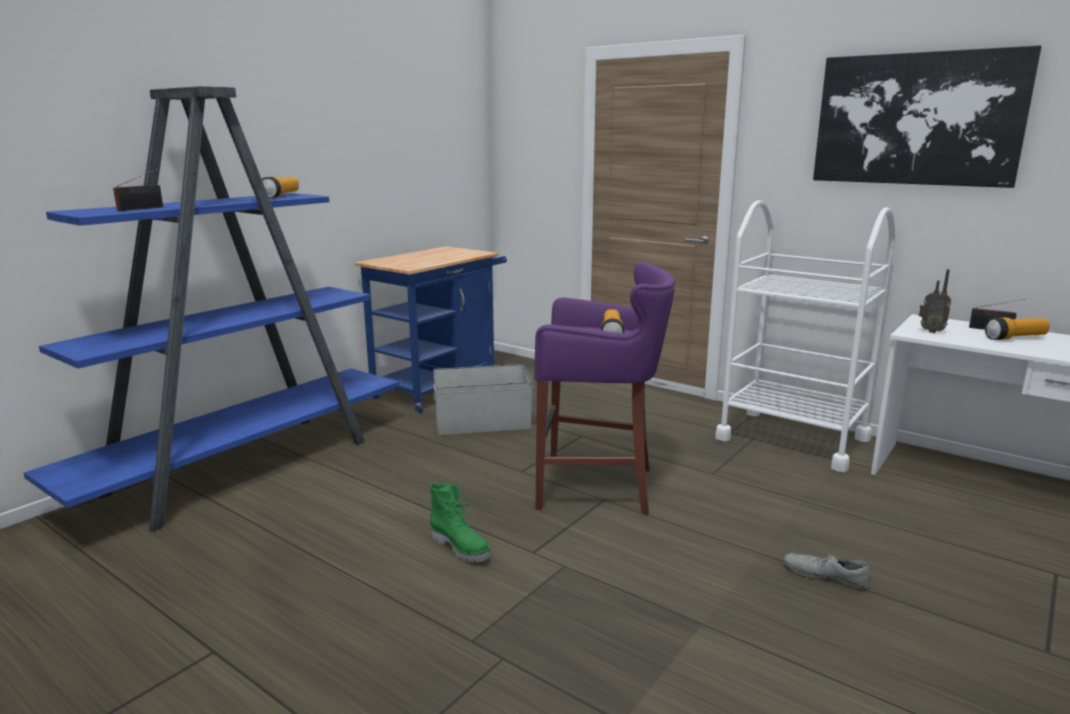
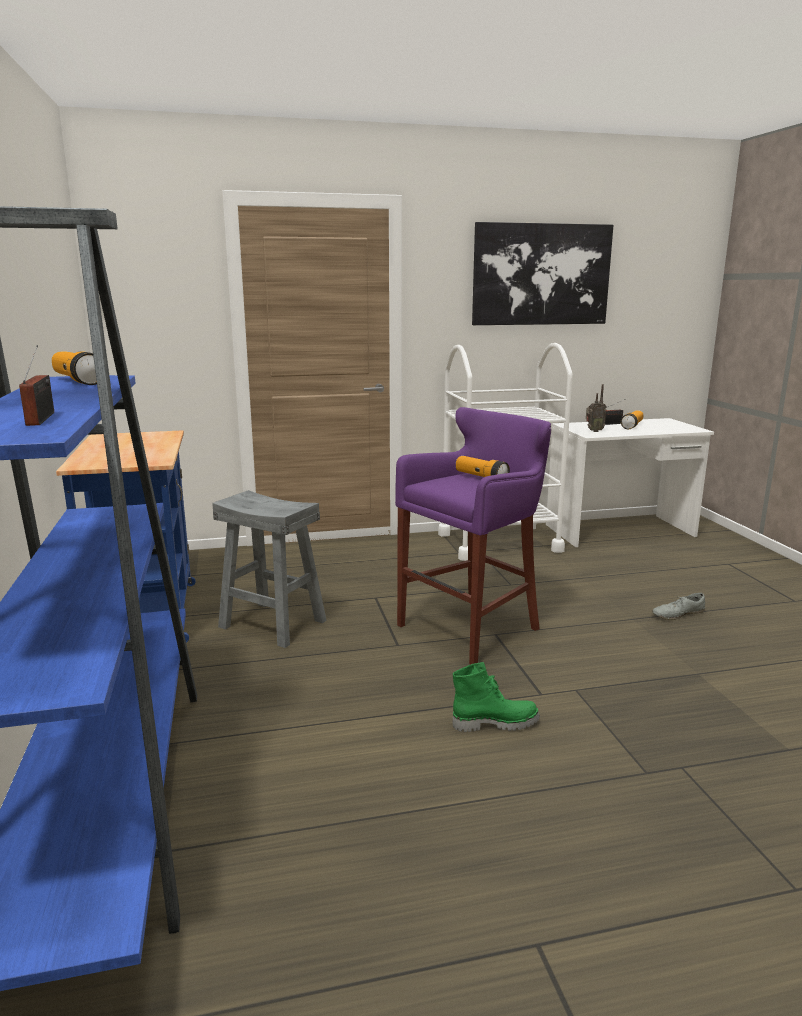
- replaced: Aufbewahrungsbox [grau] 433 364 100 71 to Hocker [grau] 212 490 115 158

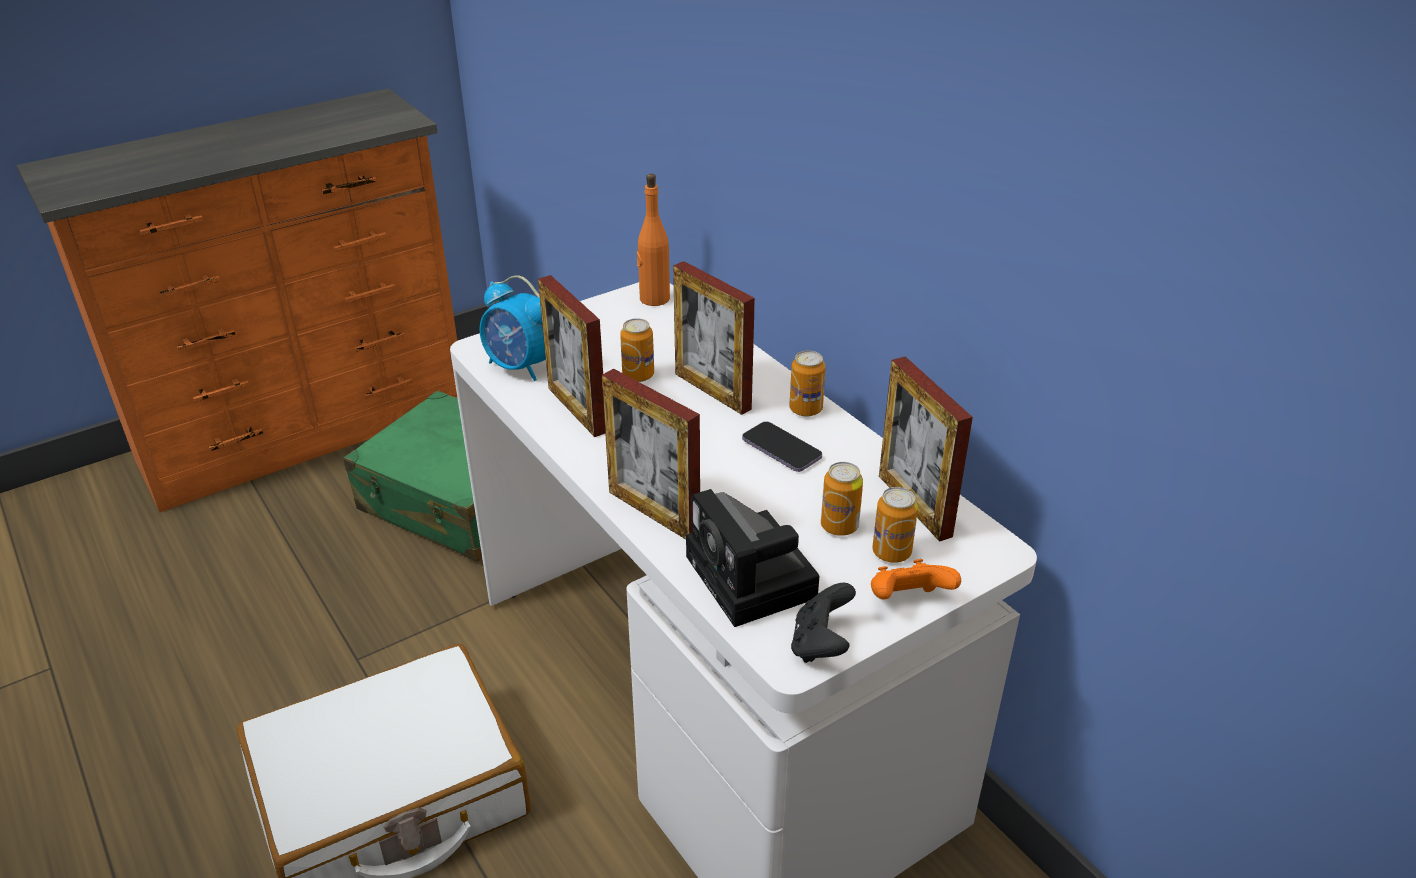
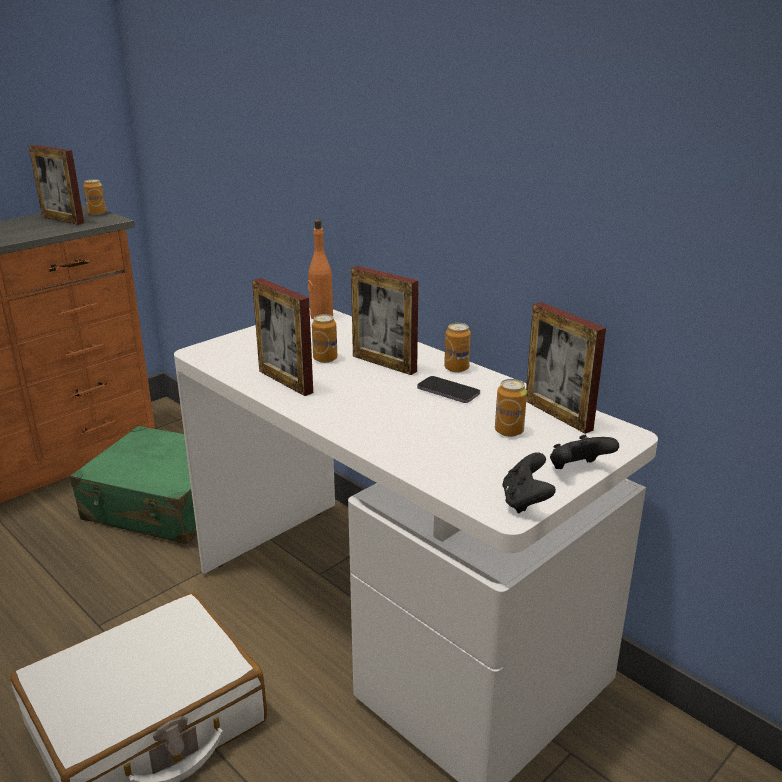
- removed: Wecker 480 275 66 106
- removed: Kamera 686 489 133 138
- moved: Bilderrahmen 602 369 98 170 to 29 145 55 80
- moved: Dose 872 487 46 76 to 83 179 23 36
- recoloured: Gamepad [orange] 871 559 90 41 to Gamepad [schwarz] 550 435 69 34

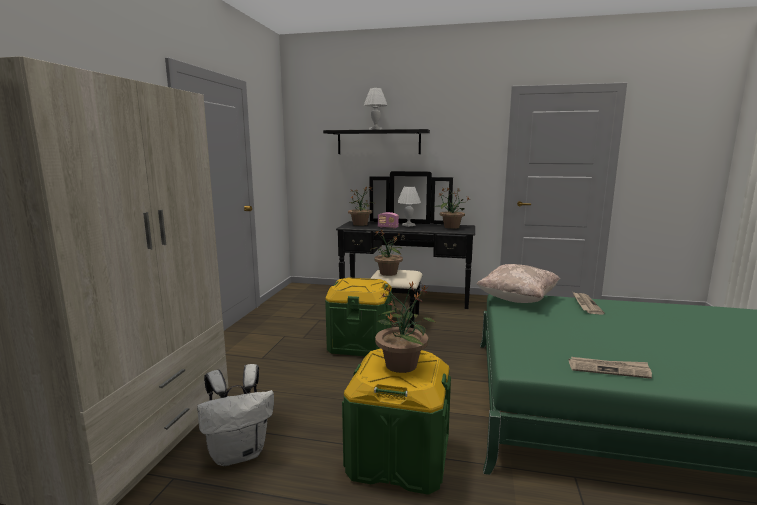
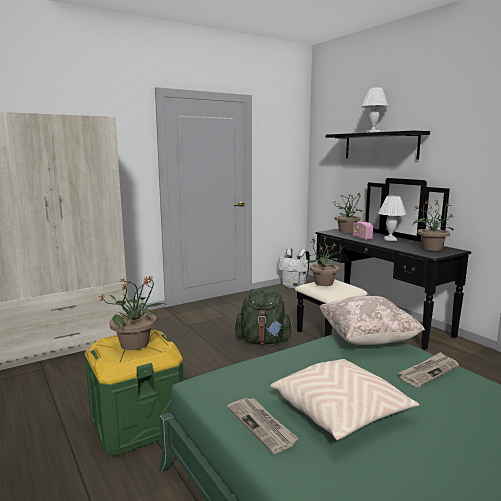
- added: Kissen [beige] 270 359 149 81
- moved: Rucksack [weiß] 197 364 77 102 to 278 248 32 41
- replaced: Aufbewahrungsbox [grün] 325 278 67 78 to Rucksack [grün] 235 289 58 56

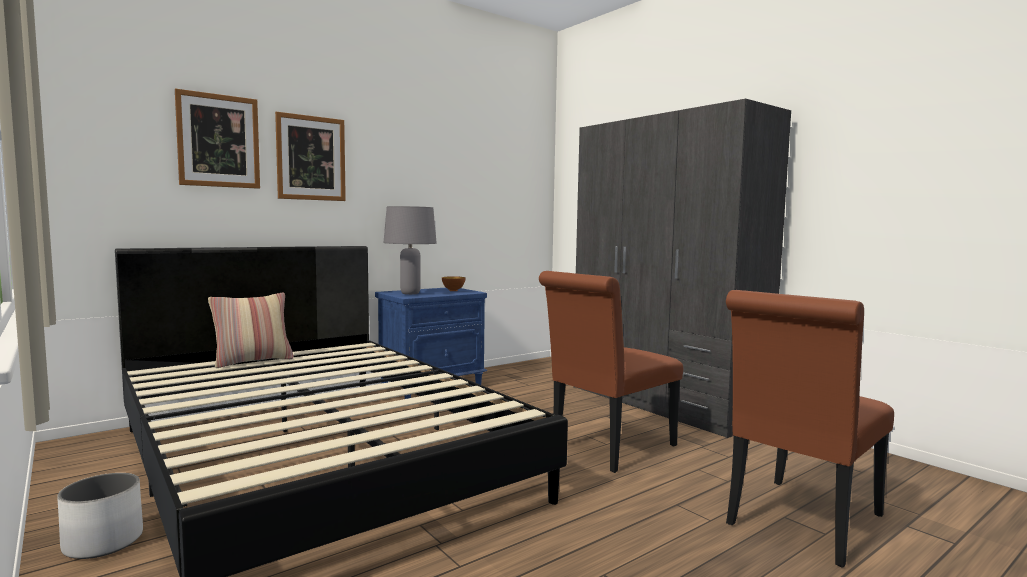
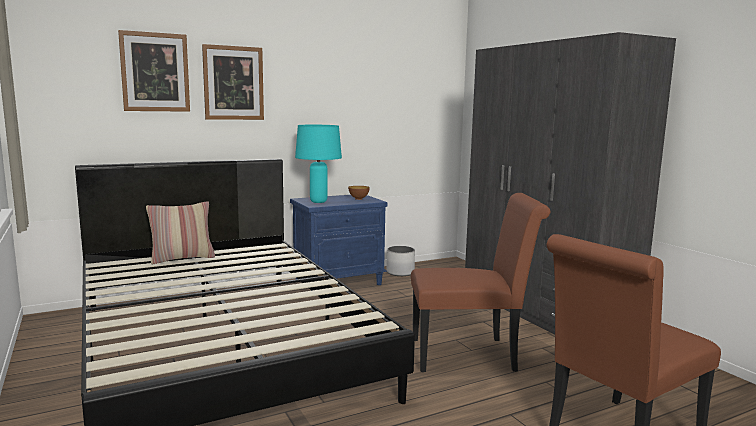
- moved: Pflanzkübel [weiß] 57 473 86 86 to 387 246 28 30
- recoloured: Tischlampe [grau] 384 206 53 89 to Tischlampe [türkis] 295 125 47 78
- turned: Stuhl [braun] 539 271 144 202 = 411 193 140 179 150 degrees counterclockwise

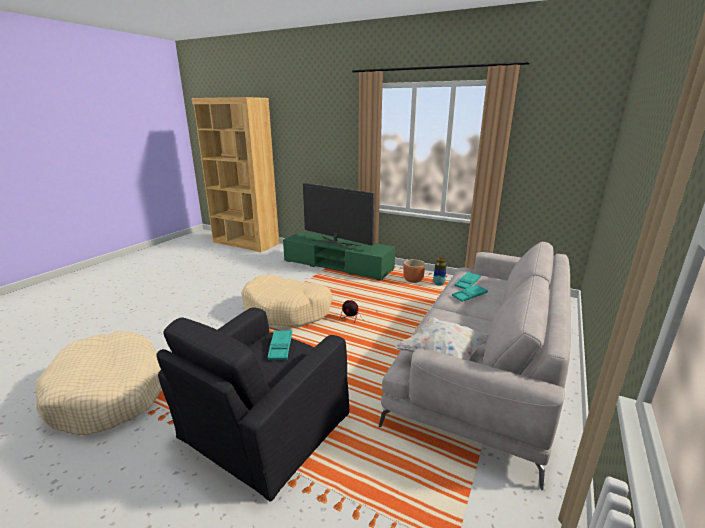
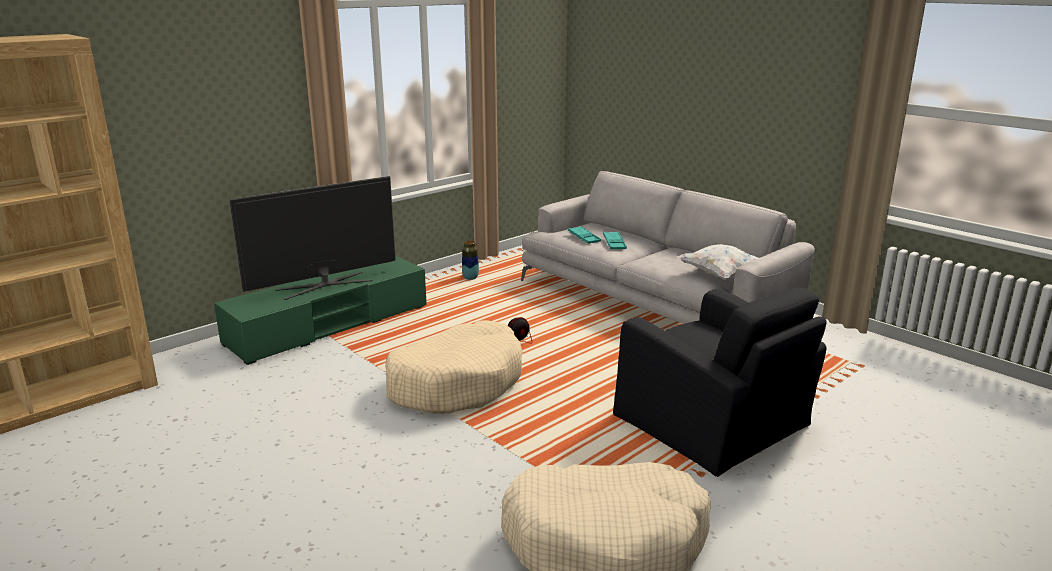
- removed: Tablett [türkis] 267 330 25 30
- removed: Pflanzkübel [braun] 403 259 22 24

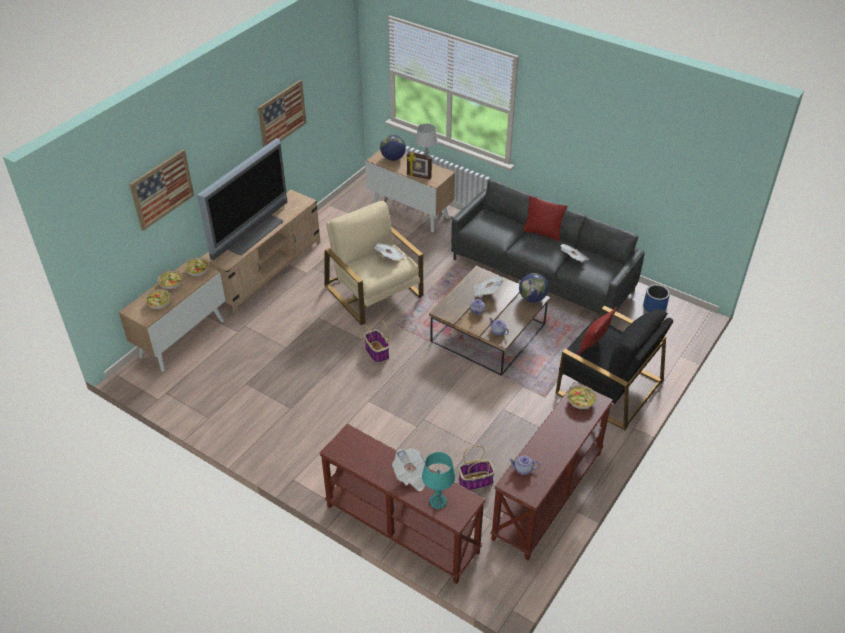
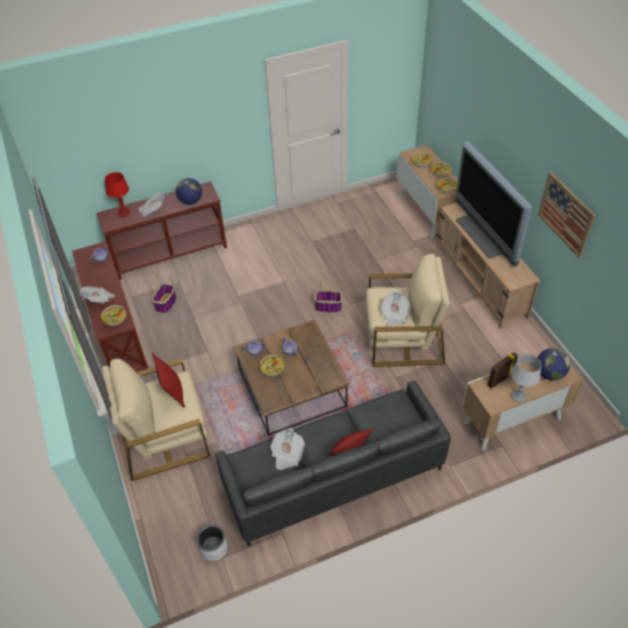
- removed: Bild 129 149 65 82
- added: Schüssel 259 355 26 21
- moved: Zeitung 474 276 30 20 to 80 286 35 17
- moved: Globus 519 273 30 30 to 176 178 26 27
- recoloured: Tischlampe [türkis] 422 452 33 57 to Tischlampe [rot] 105 172 25 45
- recoloured: Sessel [schwarz] 555 306 118 124 to Sessel [beige] 102 358 108 123
- recoloured: Pflanzkübel [blau] 643 284 27 28 to Pflanzkübel [weiß] 196 525 31 36

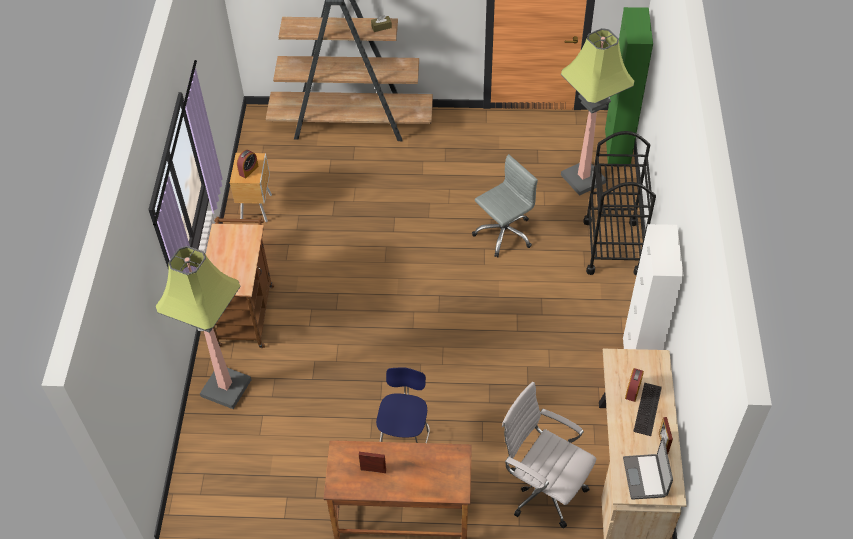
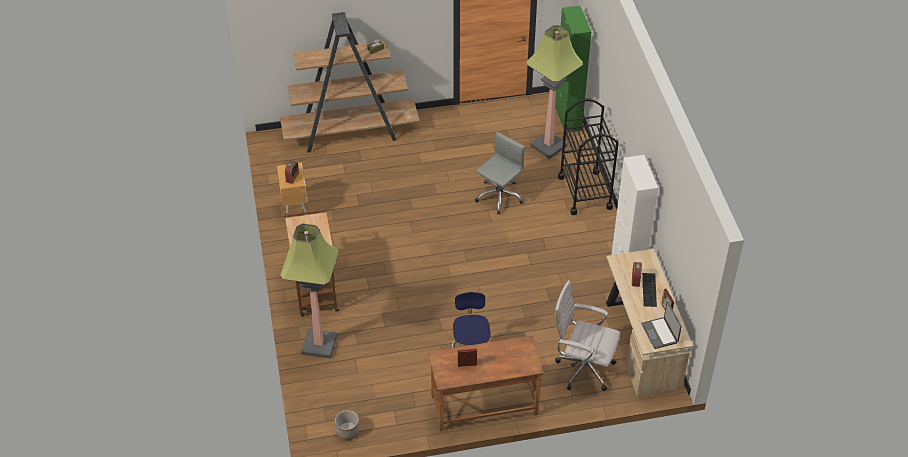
- added: Pflanzkübel 335 410 25 30

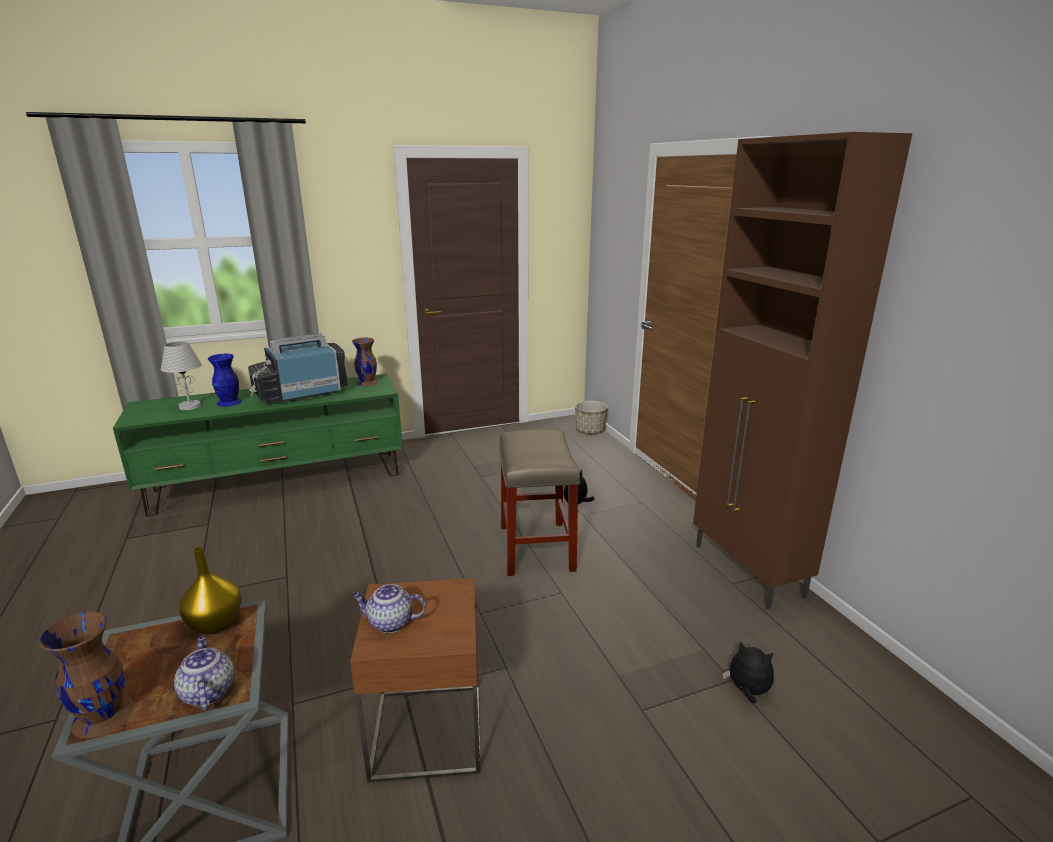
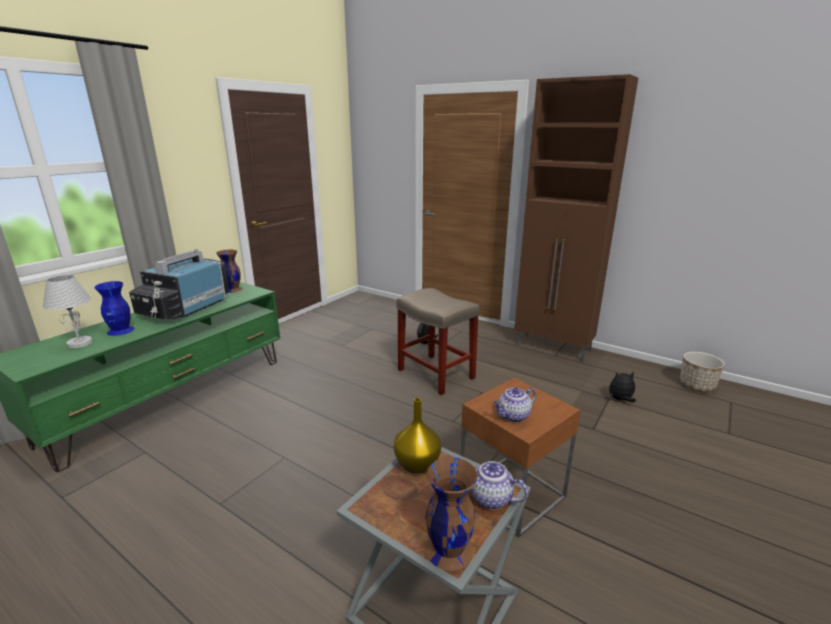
- moved: Pflanzkübel 575 401 33 34 to 680 352 45 39

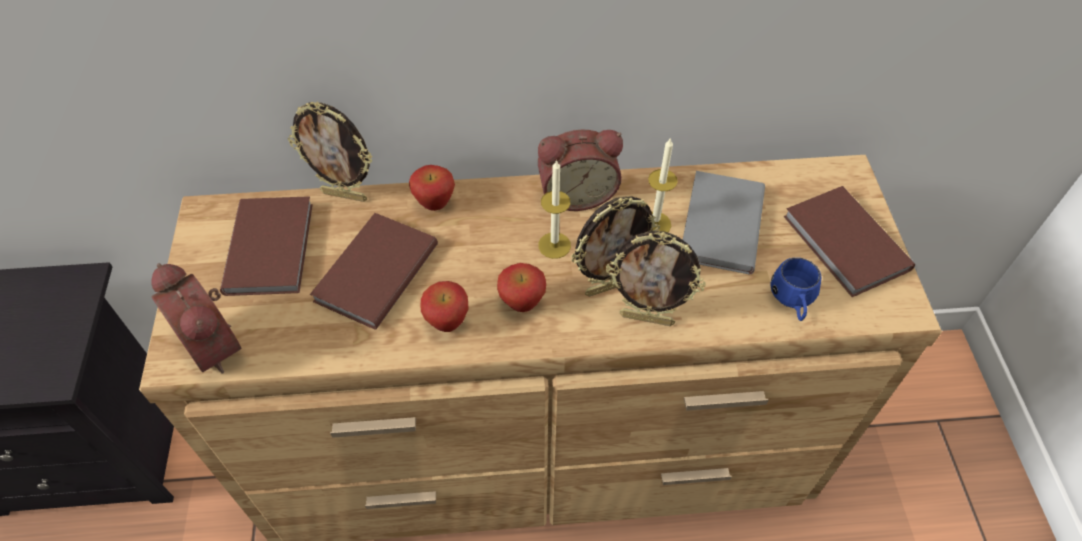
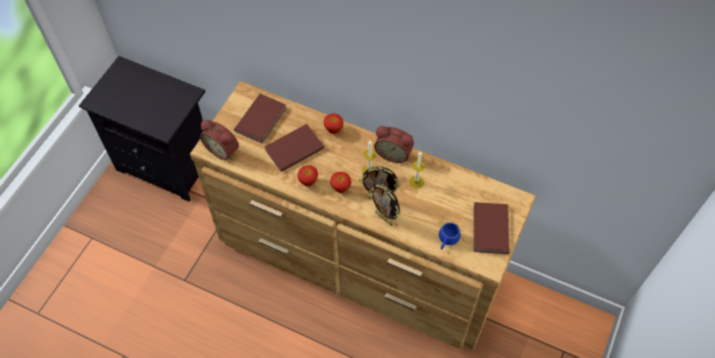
- removed: Bilderrahmen 288 102 84 100
- removed: Buch [grau] 683 171 82 104
- turned: Wecker 151 263 91 111 = 200 120 39 40 45 degrees counterclockwise

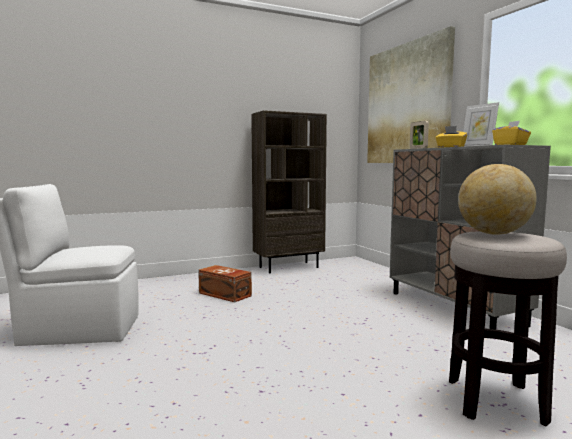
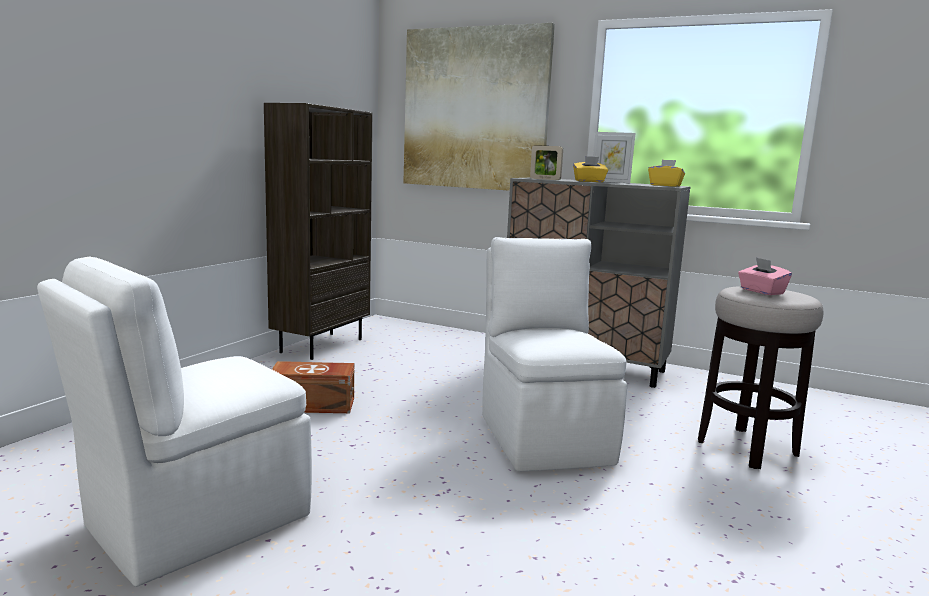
- added: Stuhl [weiß] 482 237 145 235
- replaced: Globus 458 164 79 71 to Taschentuchbox [rosa] 738 257 54 38

